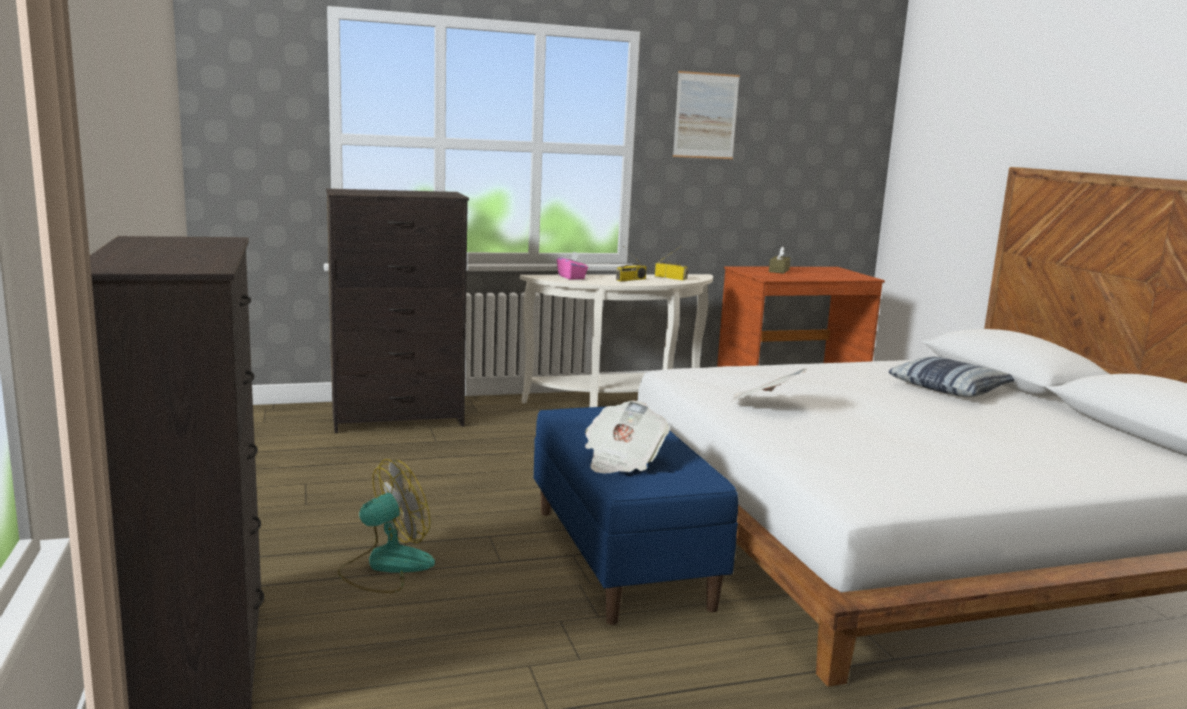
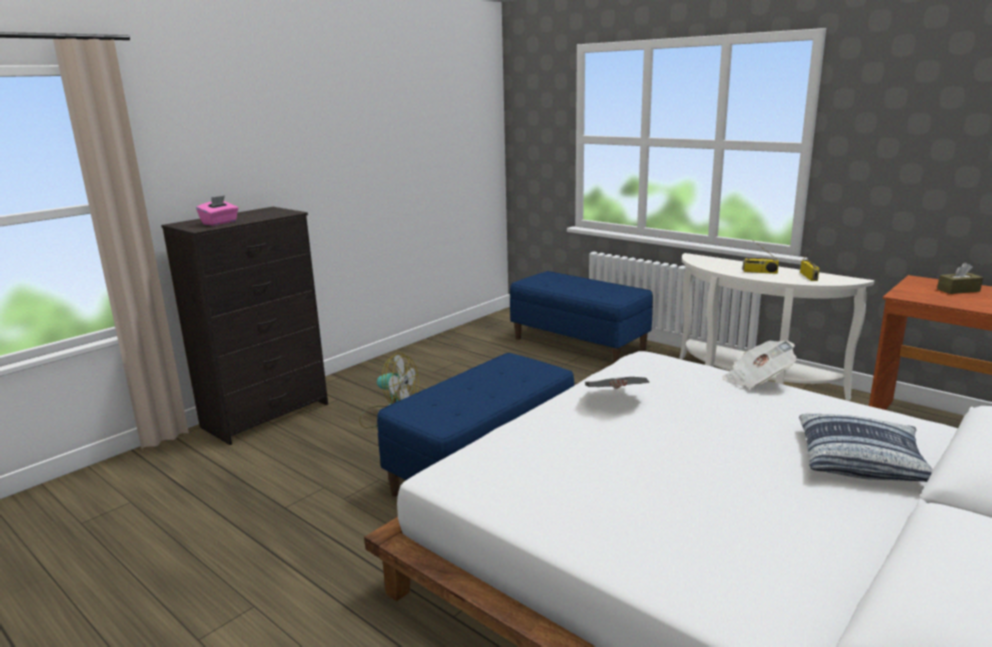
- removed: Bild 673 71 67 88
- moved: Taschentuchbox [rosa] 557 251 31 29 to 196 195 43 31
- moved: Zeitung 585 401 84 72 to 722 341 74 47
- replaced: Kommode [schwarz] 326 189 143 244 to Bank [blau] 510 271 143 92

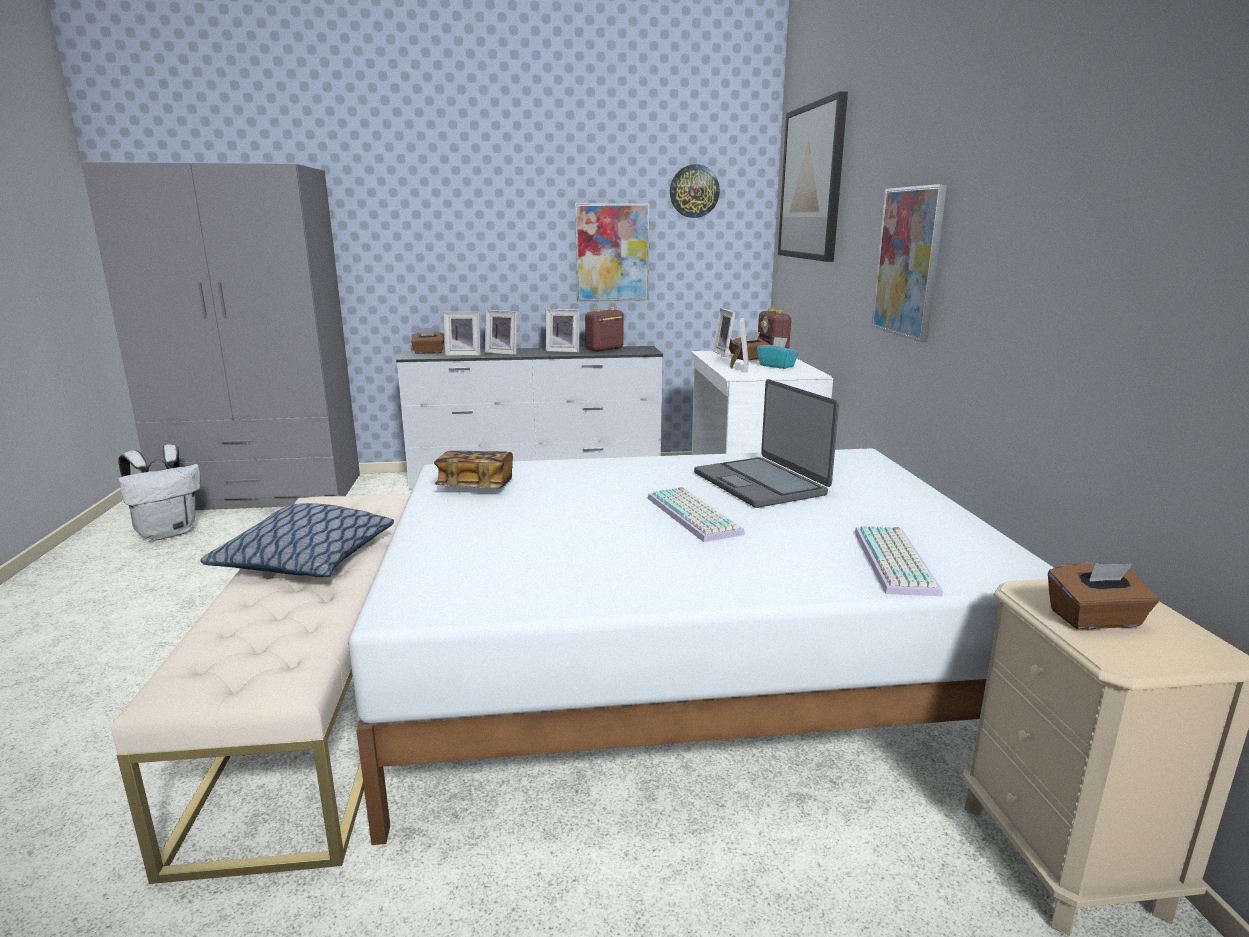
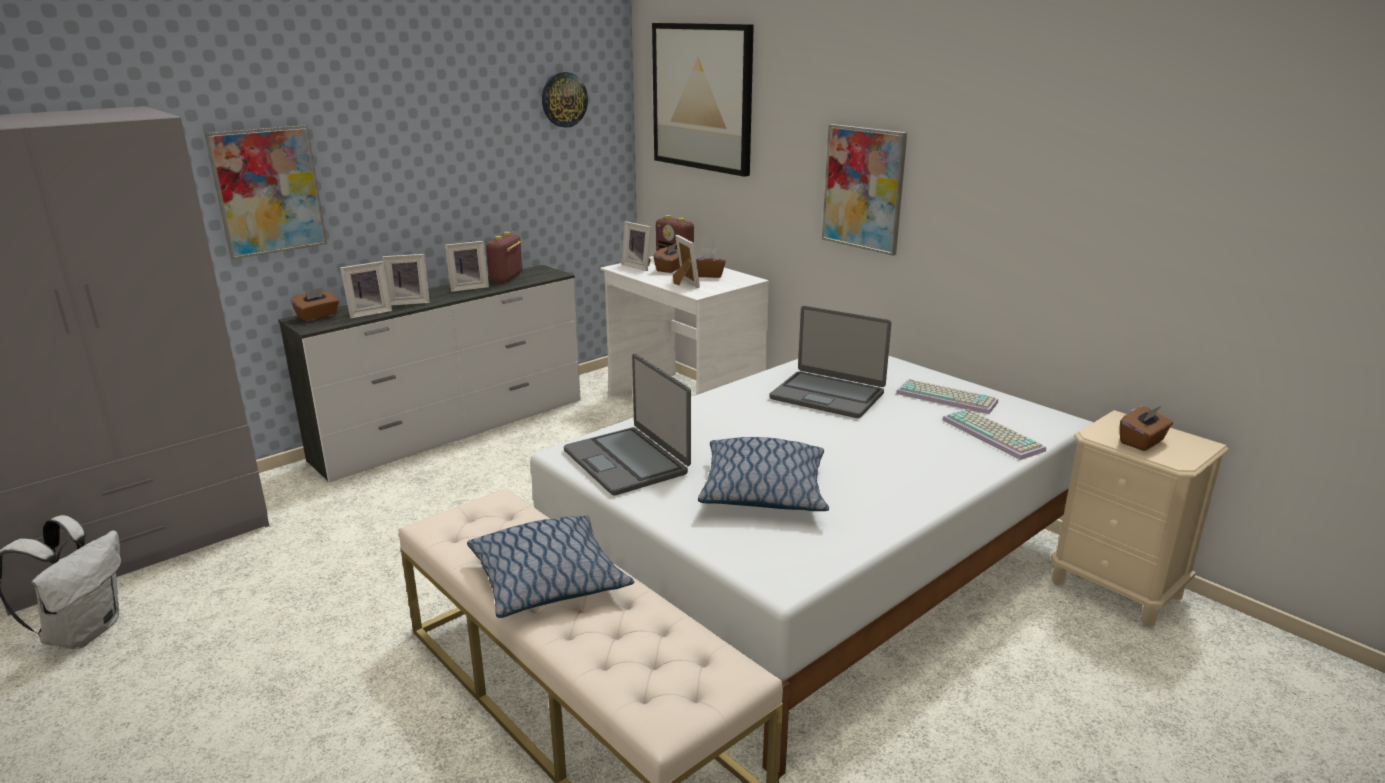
- added: Kissen 698 437 131 74
- moved: Bild 575 203 75 98 to 205 125 122 134
- moved: Tastatur 648 487 97 55 to 896 379 102 35
- replaced: Buch 434 451 79 37 to Laptop 564 354 127 142
- recoloured: Taschentuchbox [türkis] 757 337 42 32 to Taschentuchbox [braun] 696 248 30 30

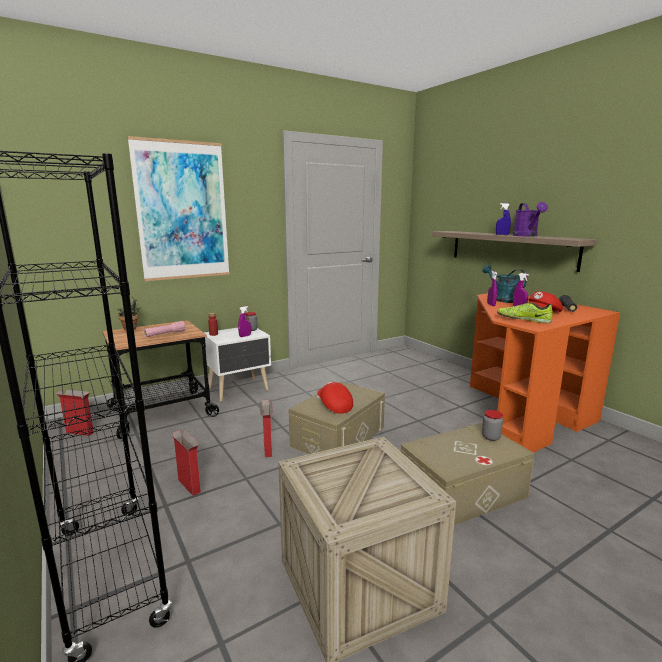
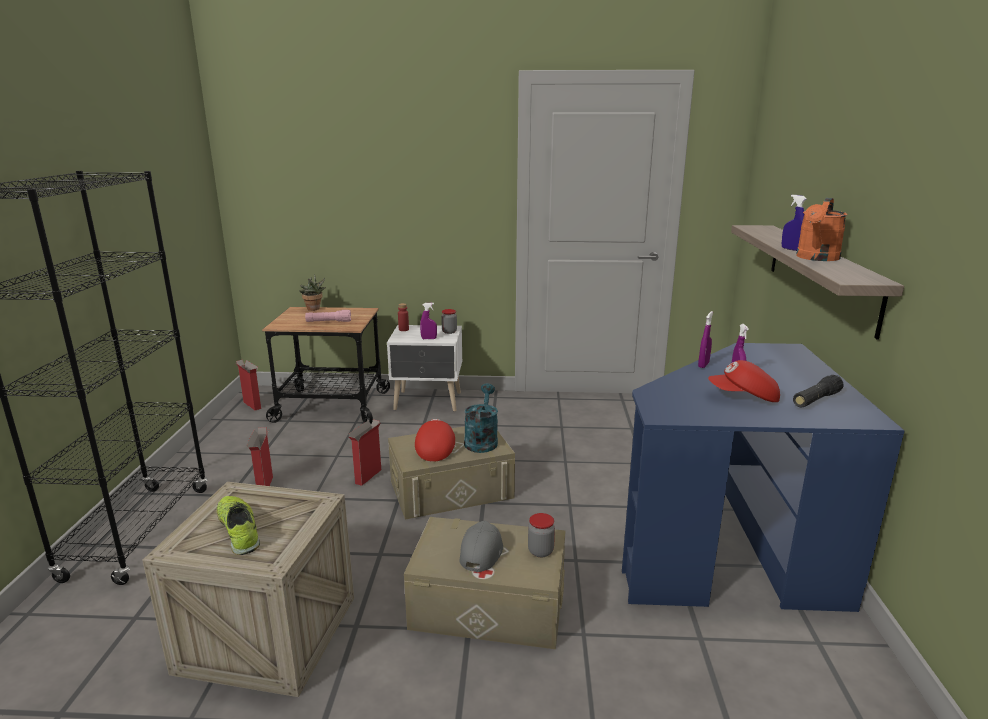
- removed: Bild 127 136 103 145
- added: Kappe [grau] 460 521 43 51
- moved: Gießkanne [türkis] 483 265 44 38 to 464 383 34 70
- moved: Schuh 497 302 56 22 to 217 496 43 59
- recoloured: Schreibtisch [orange] 470 293 150 160 to Schreibtisch [blau] 622 343 283 269
- recoloured: Gießkanne [lila] 513 202 35 35 to Gießkanne [orange] 796 198 52 63

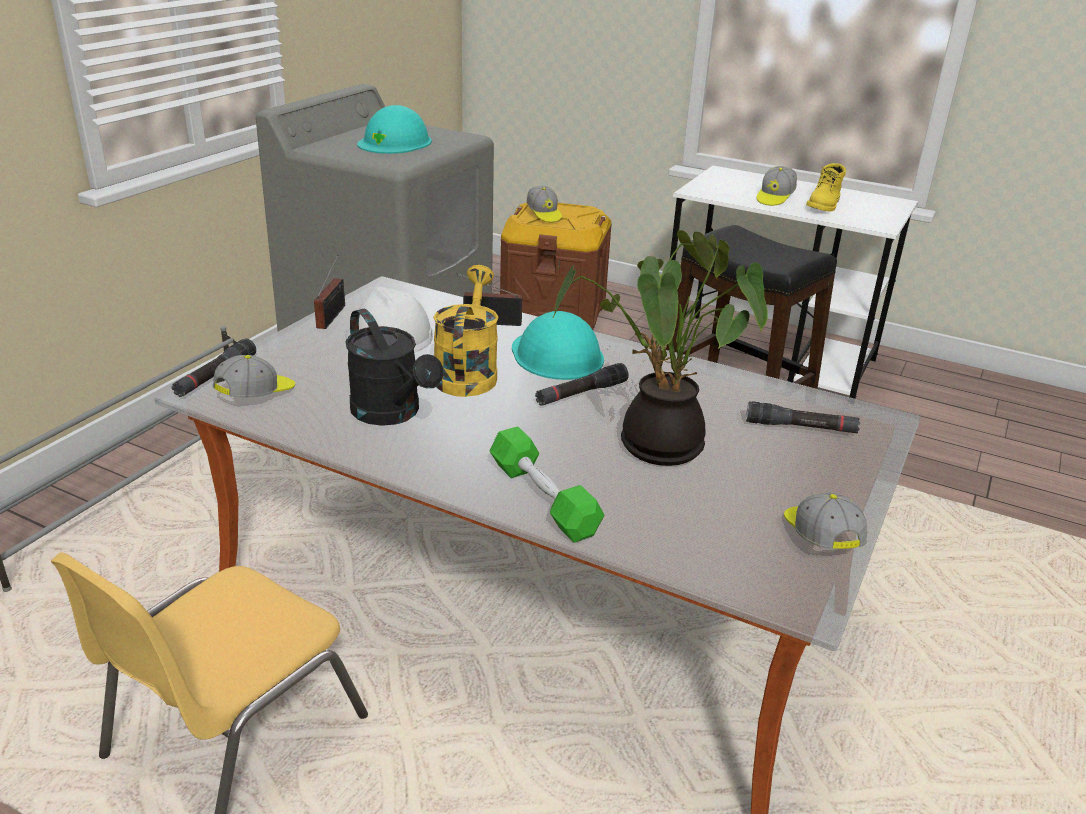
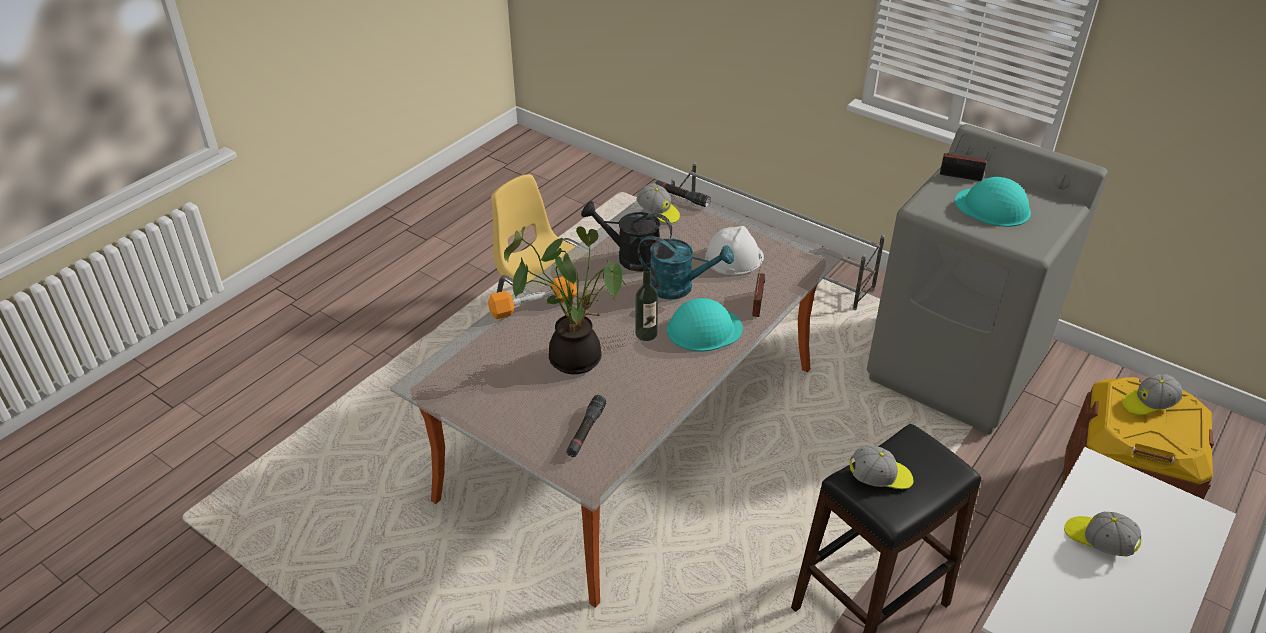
- removed: Stiefel [gelb] 806 163 40 49
- moved: Radio 314 255 31 74 to 940 147 55 34
- moved: Kappe 784 493 83 56 to 849 446 65 43
- replaced: Taschenlampe [schwarz] 535 363 94 43 to Flasche 635 268 23 73
- recoloured: Gießkanne [gelb] 433 265 66 132 to Gießkanne [türkis] 637 236 97 64
- recoloured: Hantel [grün] 490 427 114 116 to Hantel [orange] 488 276 89 43
- turned: Gießkanne [schwarz] 346 309 97 117 = 581 201 91 71 45 degrees clockwise

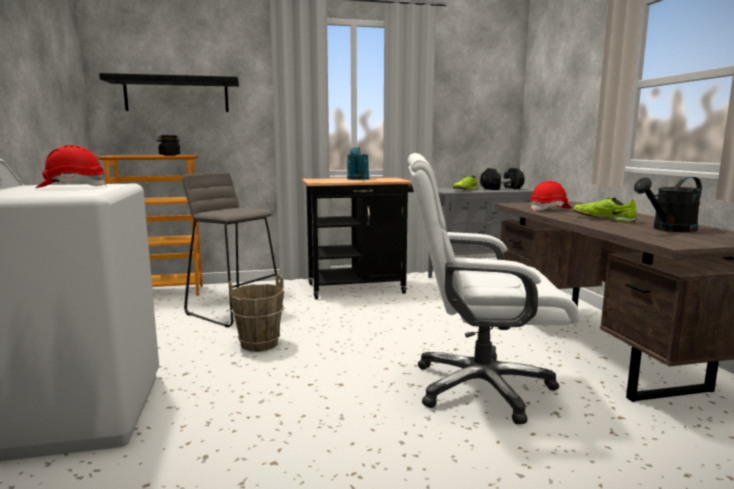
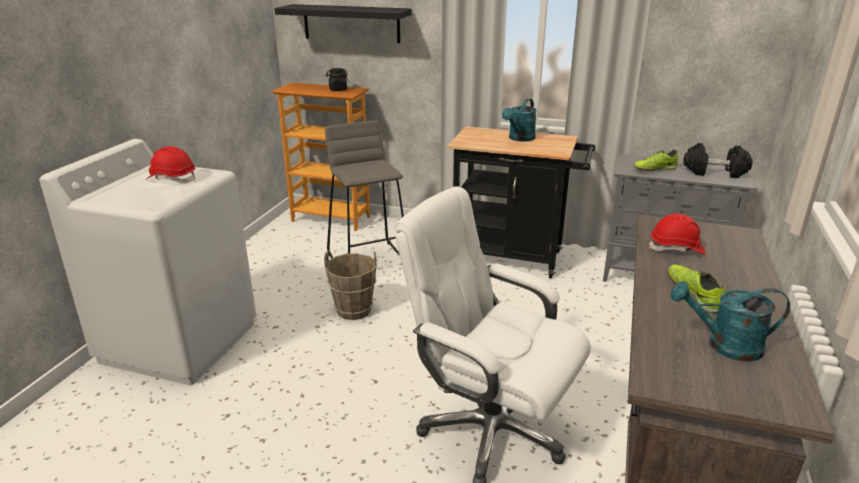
- recoloured: Gießkanne [schwarz] 634 177 68 55 to Gießkanne [türkis] 671 281 119 81

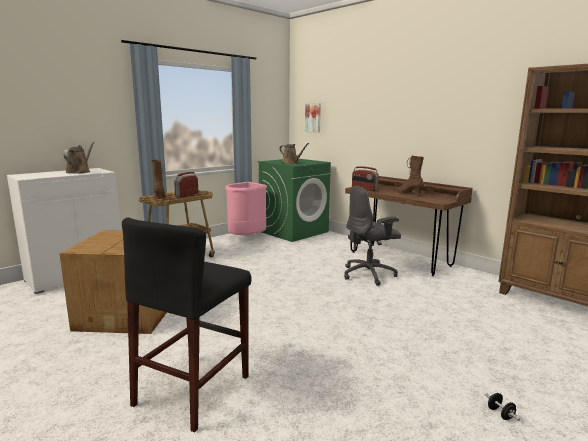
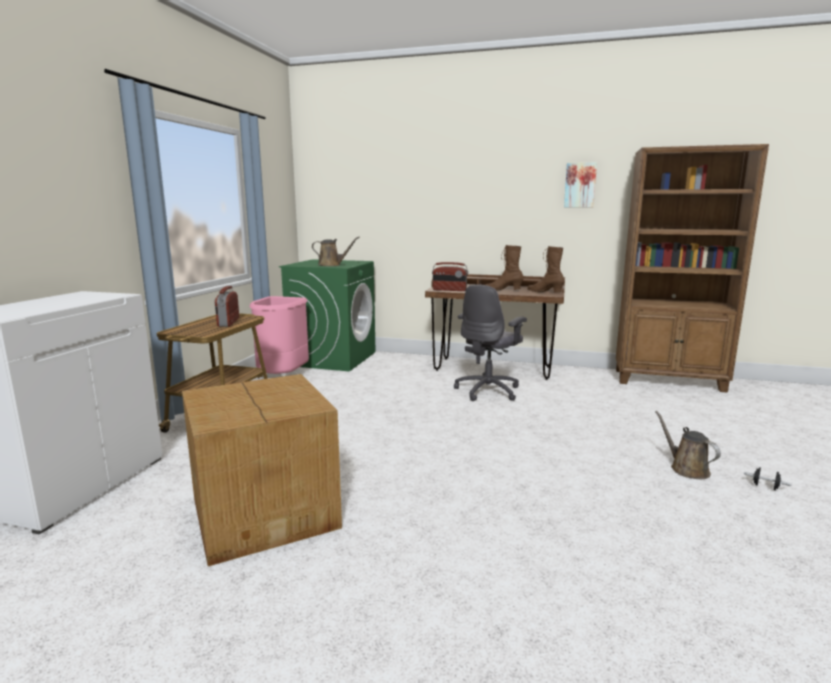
- removed: Hocker [schwarz] 122 217 129 216
- moved: Gießkanne [braun] 63 142 32 32 to 655 411 66 68
- moved: Stiefel [braun] 151 160 15 39 to 527 246 37 47
- moved: Bild 305 103 16 30 to 564 162 33 45

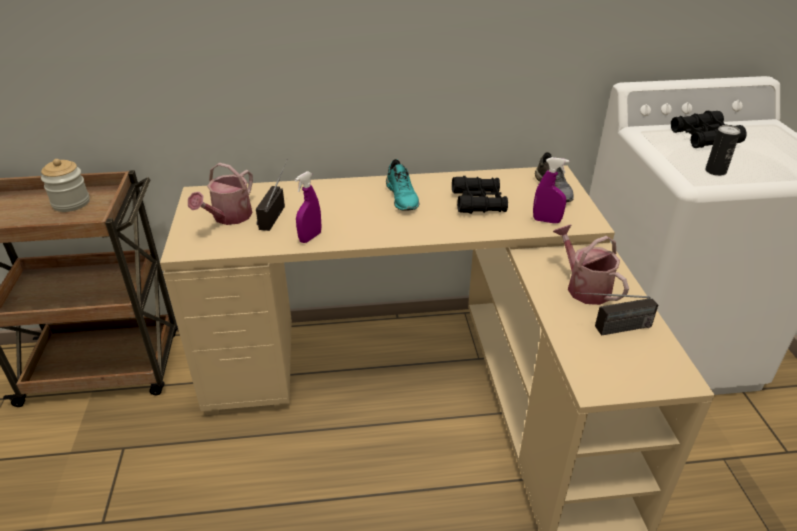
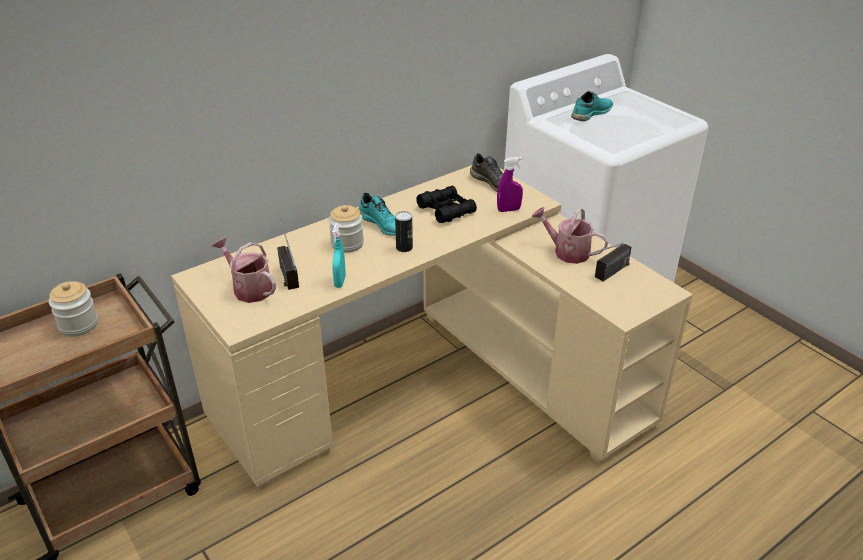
- added: Vorratsglas 329 205 35 48
- moved: Dose 705 125 35 51 to 395 211 18 41
- replaced: Fernglas [schwarz] 671 111 75 37 to Schuh [türkis] 571 91 42 30
- recoloured: Sprühflasche [lila] 295 171 26 72 to Sprühflasche [türkis] 332 223 14 65
- turned: Gießkanne 188 163 65 62 = 212 237 64 66 135 degrees clockwise

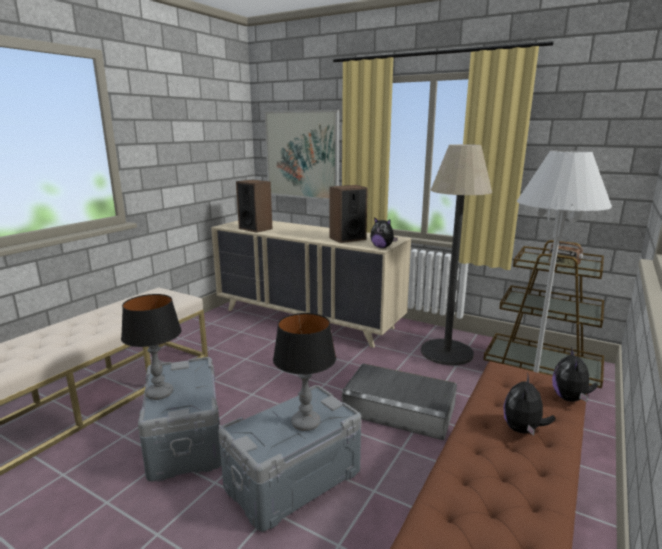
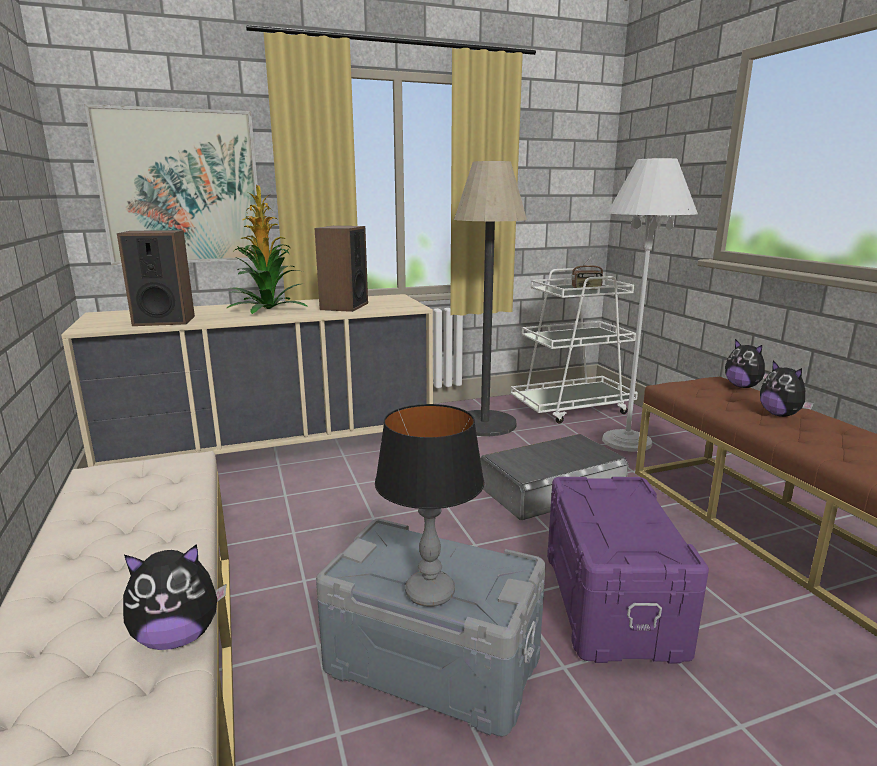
- removed: Tischlampe 273 313 63 118
- added: Topfpflanze 227 185 81 129
- moved: Plüschtier 370 217 28 31 to 123 544 103 106
- recoloured: Aufbewahrungsbox [grau] 218 385 143 147 to Aufbewahrungsbox [lila] 547 477 162 187
- recoloured: Rollwagen [braun] 483 240 121 148 to Rollwagen [weiß] 510 268 128 156

